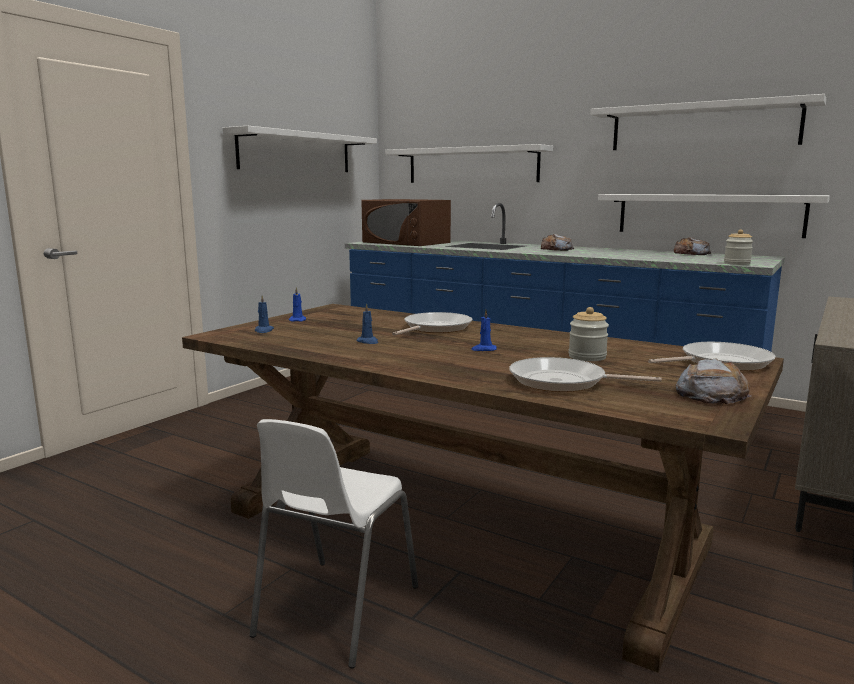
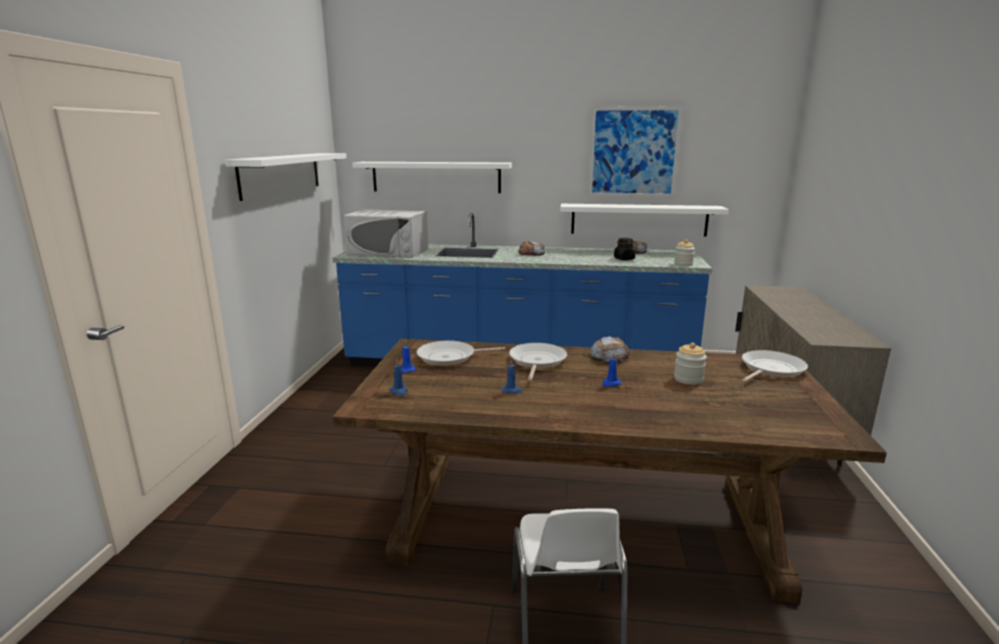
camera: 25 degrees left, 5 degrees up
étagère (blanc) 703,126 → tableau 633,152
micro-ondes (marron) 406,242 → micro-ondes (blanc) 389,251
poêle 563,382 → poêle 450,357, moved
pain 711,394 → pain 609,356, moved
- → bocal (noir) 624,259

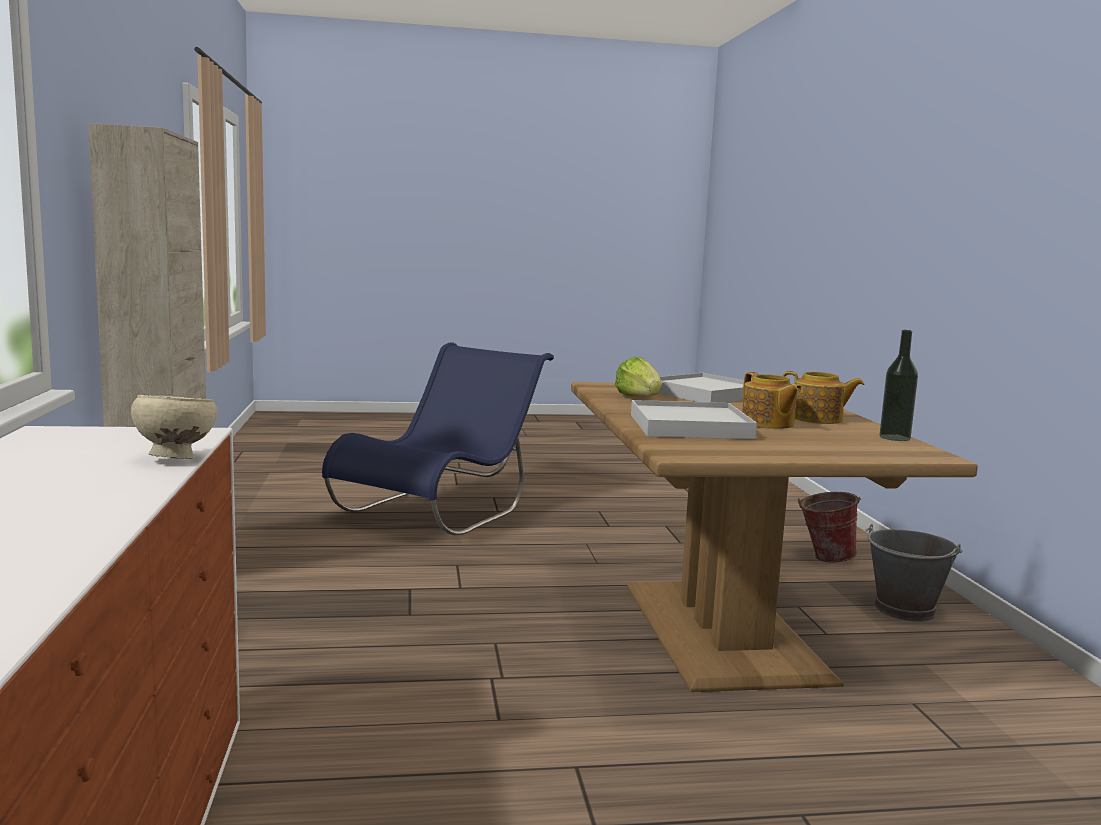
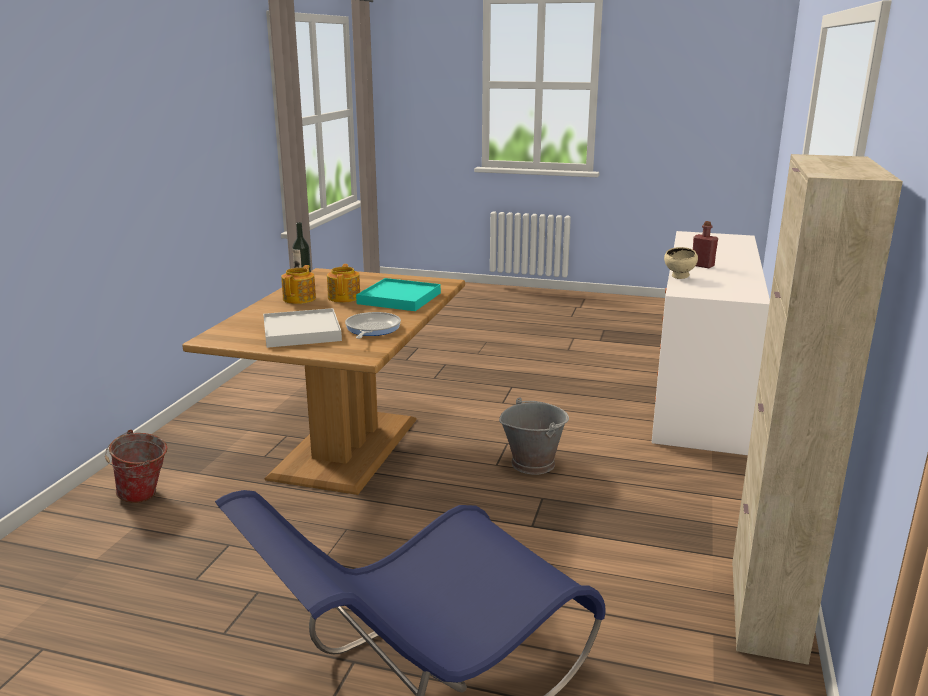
camera: 155 degrees left, 10 degrees up
laitue 639,399 → poêle 371,329
théière 818,419 → théière 300,298, 60 degrees clockwise
plateau (blanc) 689,426 → plateau (turquoise) 399,298
seau (gris) 905,610 → seau (gris) 533,463, moved
- → bouteille (rouge) 702,266

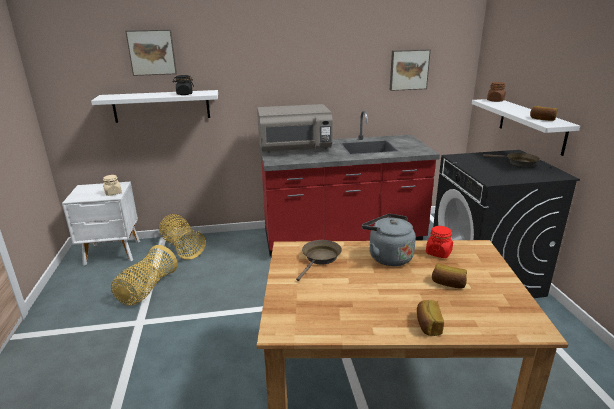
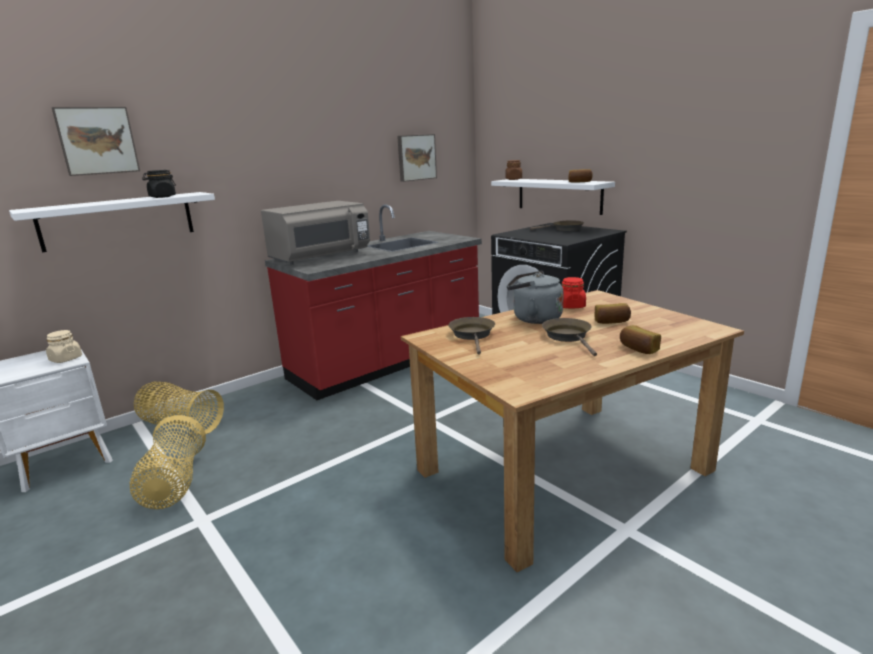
camera: 30 degrees left, 5 degrees down
- → poêle (marron) 568,337

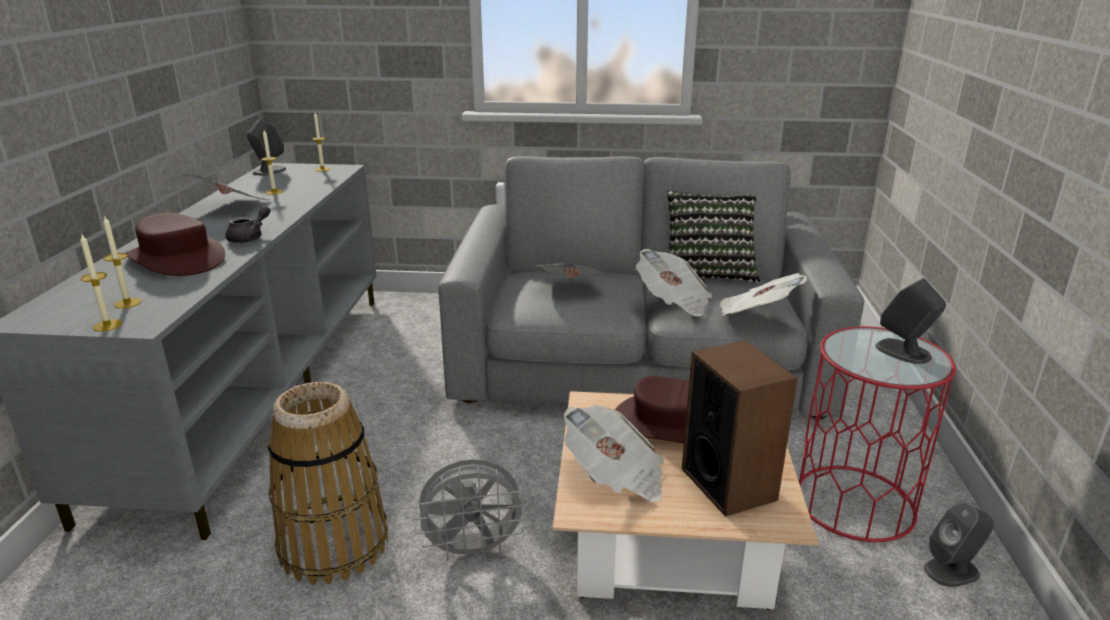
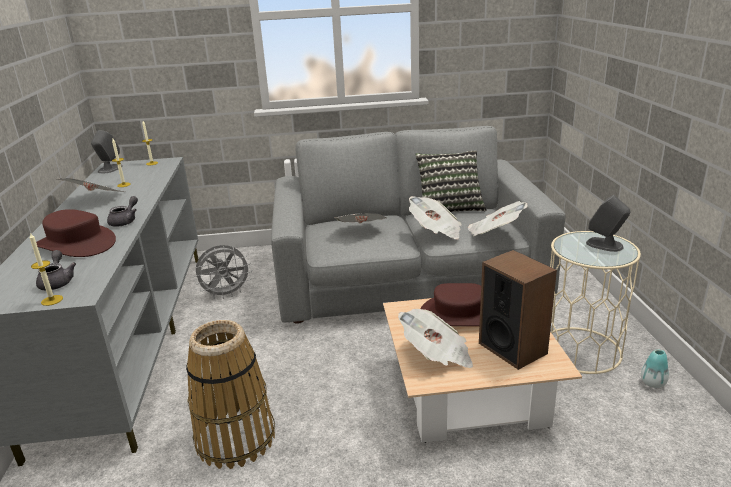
camera: 10 degrees left, 0 degrees up
bougie 127,303 → théière (gris) 57,282
table d'appoint (rouge) 855,502 → table d'appoint (beige) 581,350
ventilateur (gris) 473,550 → ventilateur (gris) 226,294, moved
enceinte (gris) 952,570 → vase 652,383

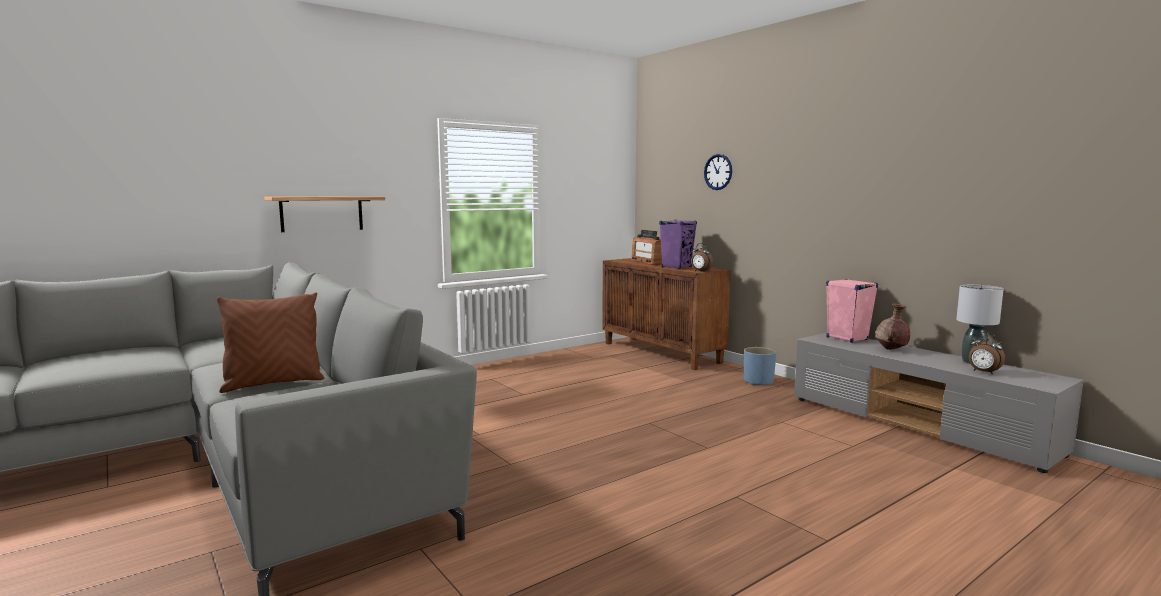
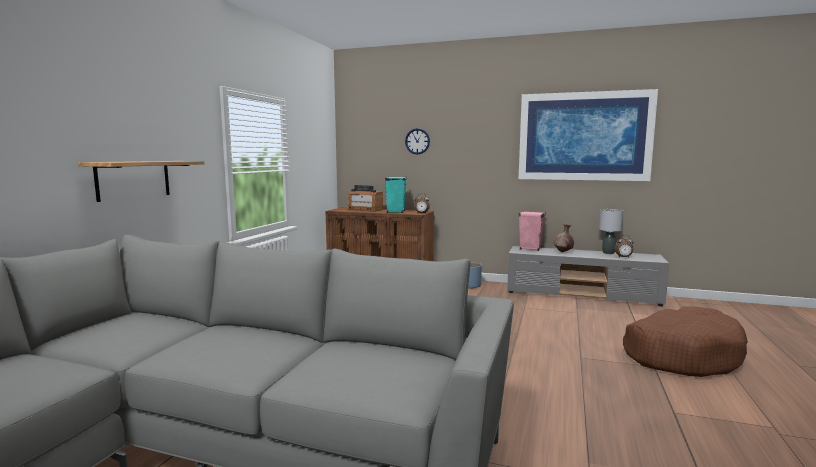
camera: 35 degrees left, 0 degrees up
enceinte (violet) 676,267 → enceinte (turquoise) 395,212
coussin (marron) 273,383 → -
- → tableau 584,136
- → panier pour chien (marron) 681,355

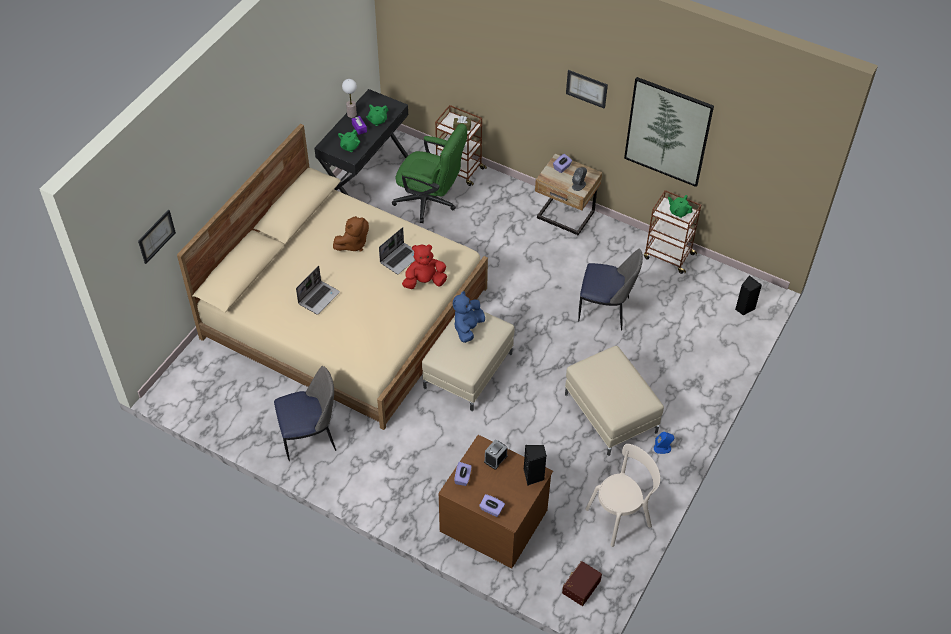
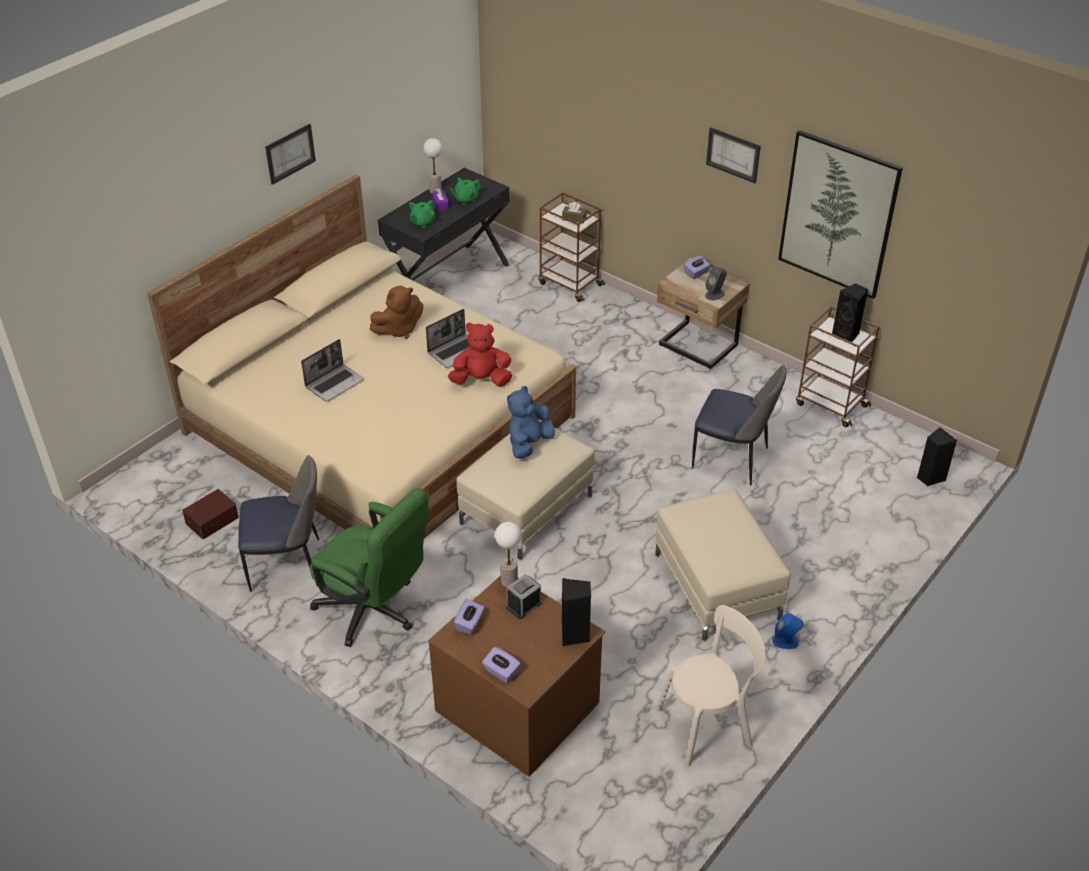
camera: 10 degrees right, 10 degrees down
chaise de bureau (vert) 430,202 → chaise de bureau (vert) 374,612, moved
théière (vert) 678,212 → enceinte (noir) 847,335
tableau 156,236 → tableau 290,153, moved
boîte de rangement (marron) 580,586 → boîte de rangement (marron) 211,520, moved
- → lampe de table 509,581

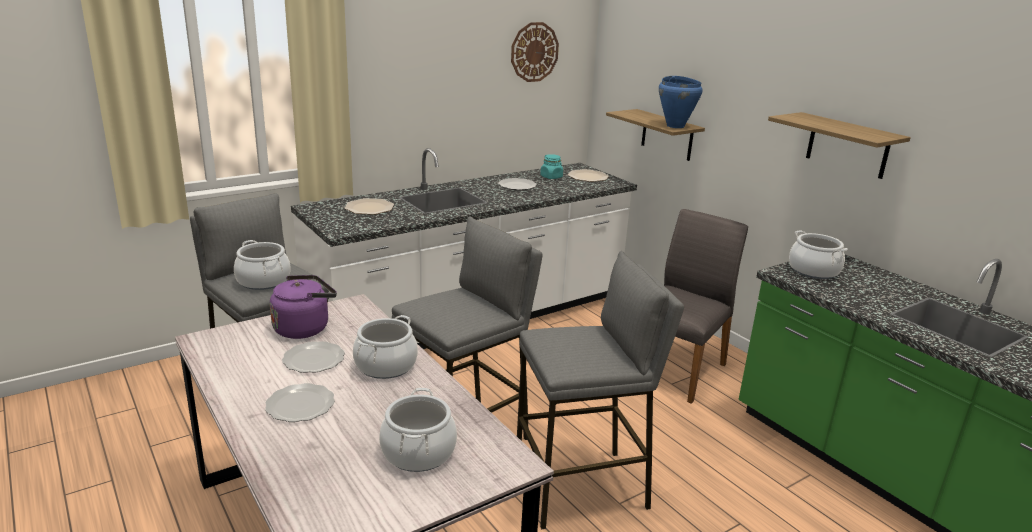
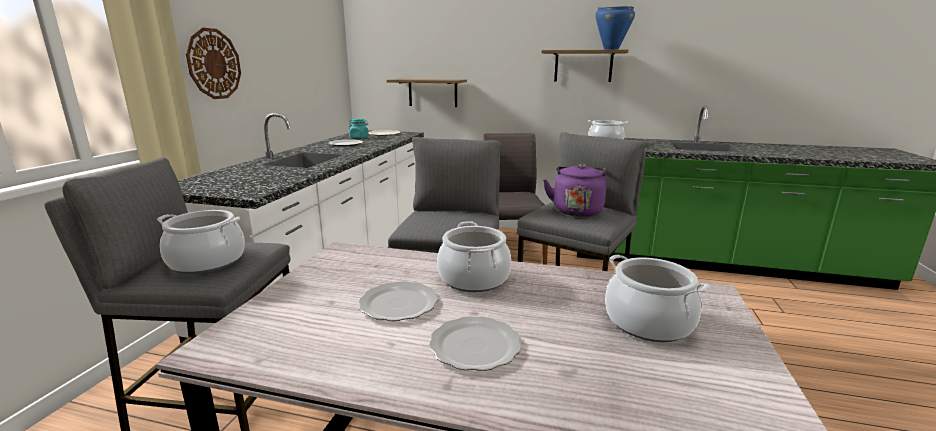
camera: 40 degrees left, 5 degrees down
horloge murale 534,52 → horloge murale 214,64, moved
marmite (bleu) 675,126 → marmite (bleu) 611,49, moved
assiette 369,208 → -
bouilloire (violet) 304,328 → bouilloire (violet) 576,210, moved

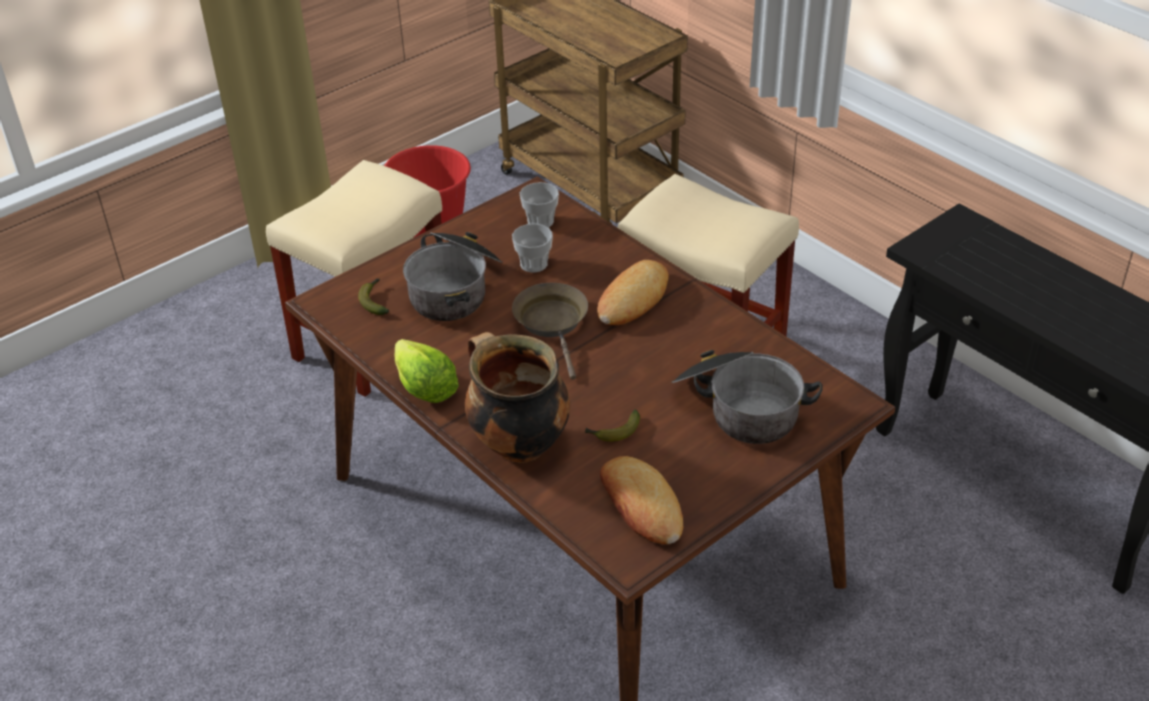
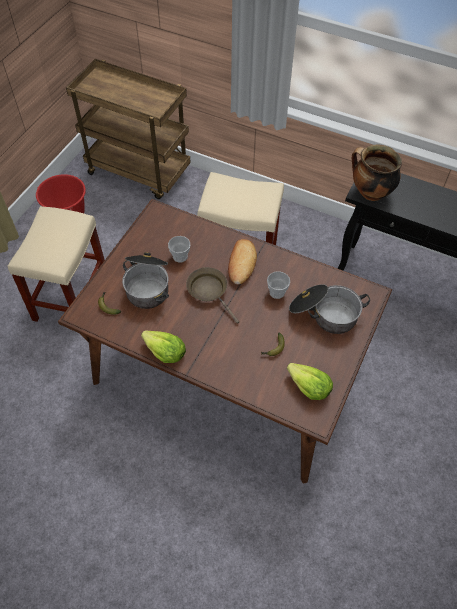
camera: 25 degrees left, 15 degrees up
tasse 540,221 → tasse 277,292, moved
marmite 517,443 → marmite 370,193, moved
pain 641,506 → laitue 308,387

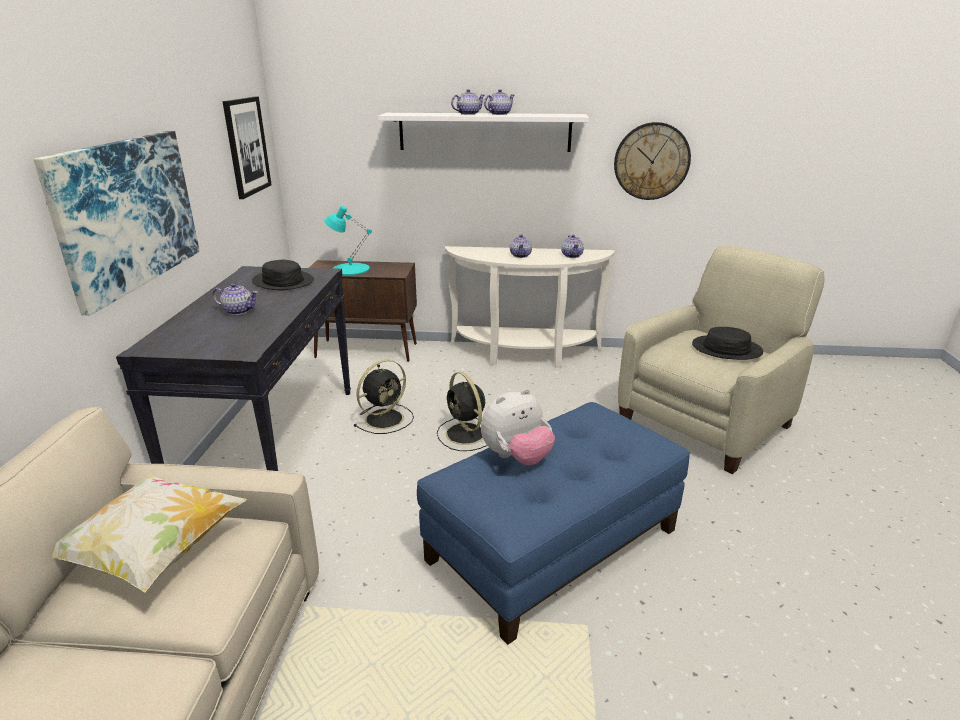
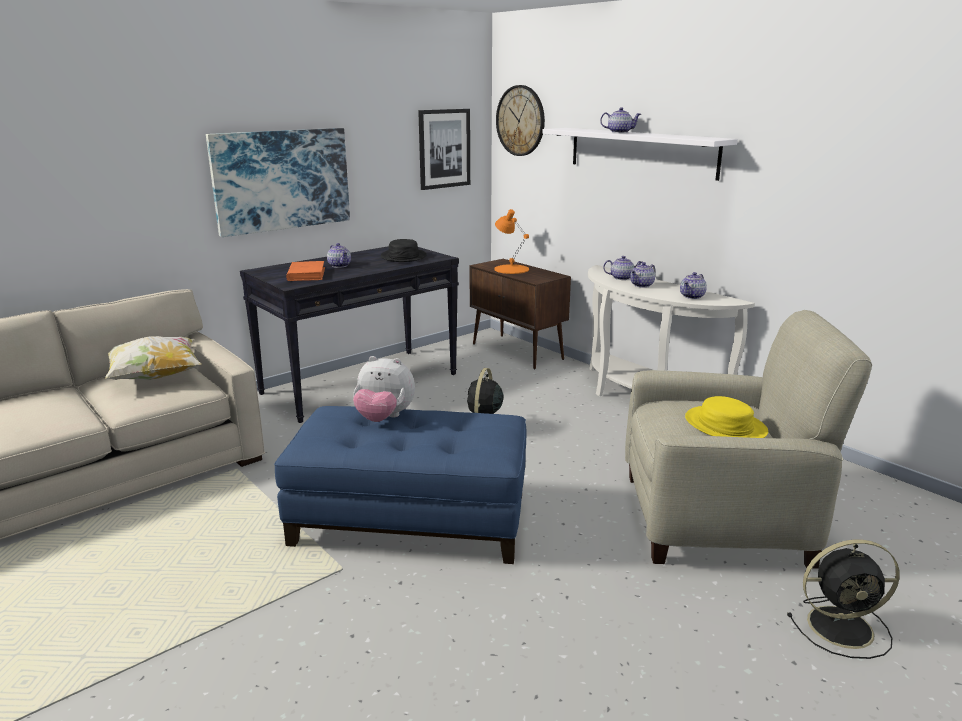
camera: 45 degrees right, 5 degrees down
théière 499,114 → théière 621,278, moved
horloge murale 651,161 → horloge murale 520,121, moved
lampe de table (turquoise) 350,269 → lampe de table (orange) 511,269
chapeau (noir) 726,349 → chapeau (jaune) 725,426
ventilateur (noir) 386,418 → ventilateur (noir) 843,627, moved
- → livre (orange) 306,274

